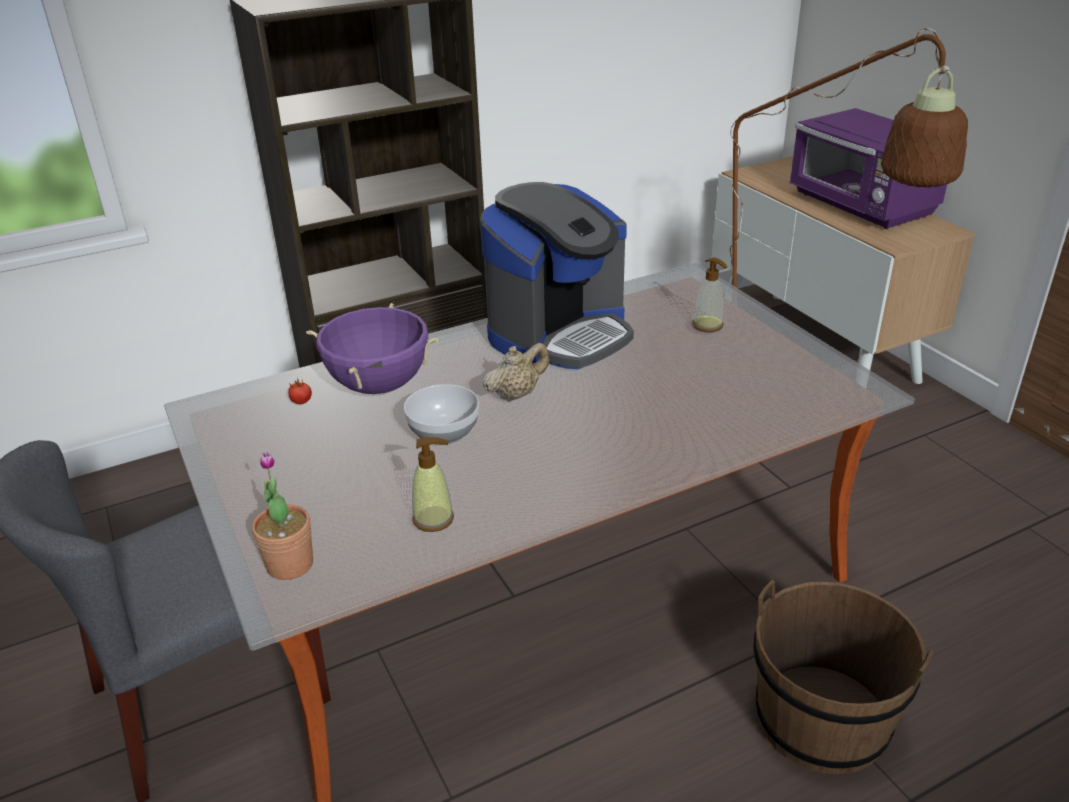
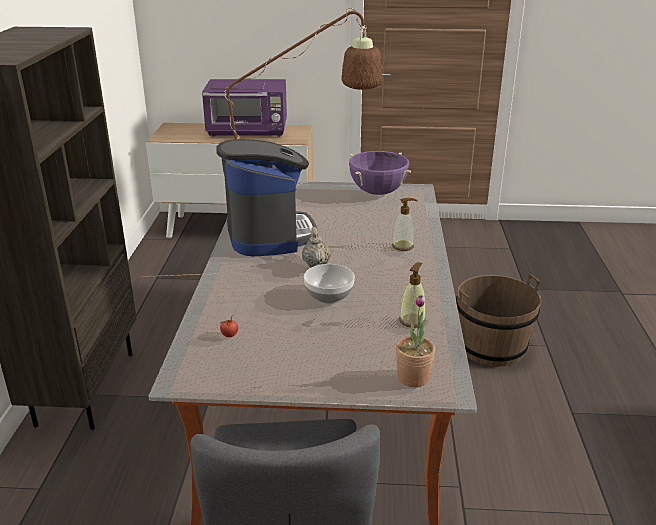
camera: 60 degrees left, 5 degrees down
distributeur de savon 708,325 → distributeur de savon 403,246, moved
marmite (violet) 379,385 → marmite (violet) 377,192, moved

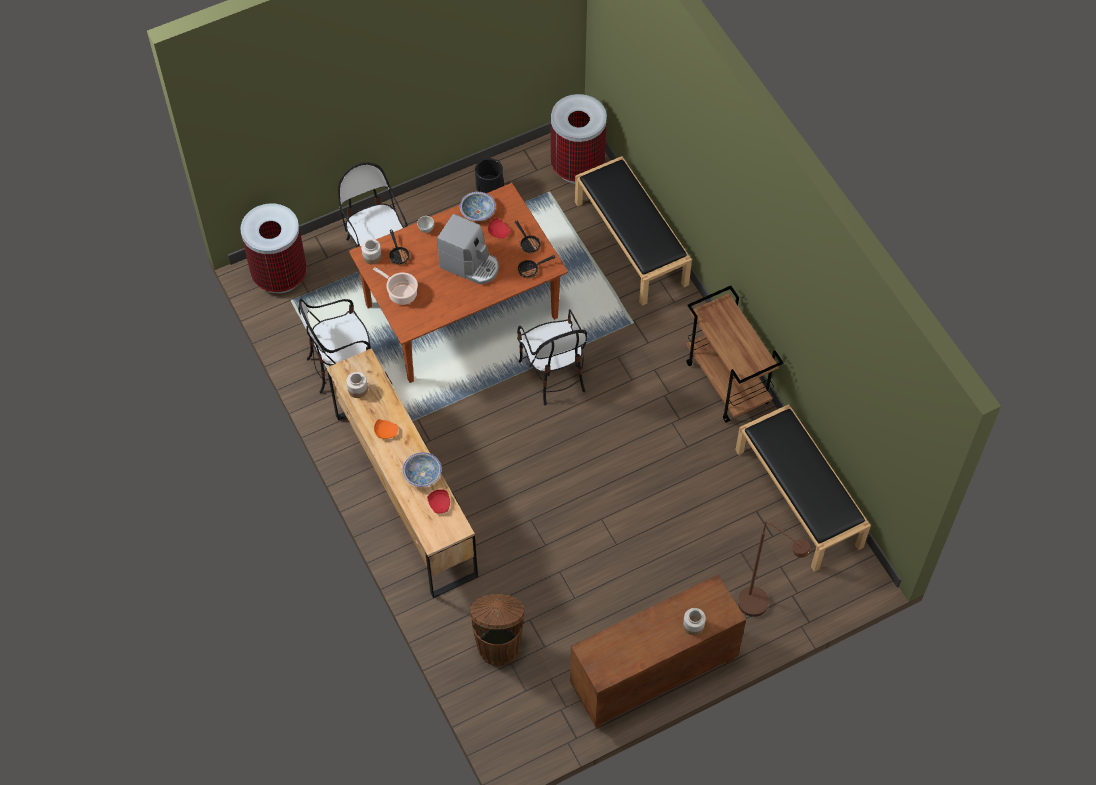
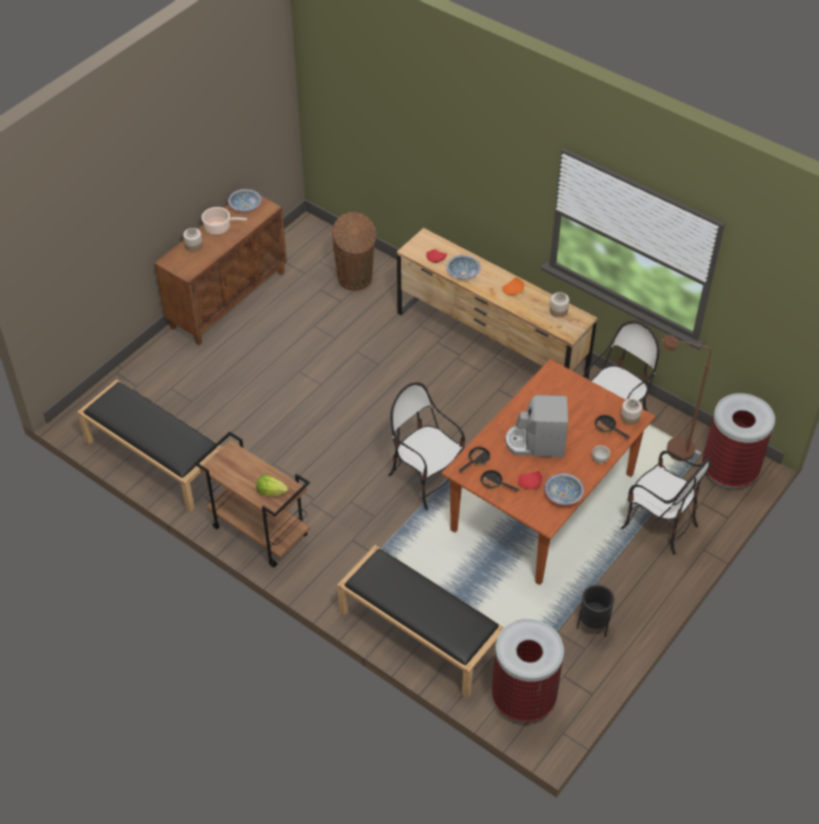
camera: 155 degrees right, 10 degrees down
marmite 401,293 → marmite 219,228, moved
lampadaire (marron) 760,607 → lampadaire (marron) 672,449, moved
- → bol 245,206
- → laitue 271,491

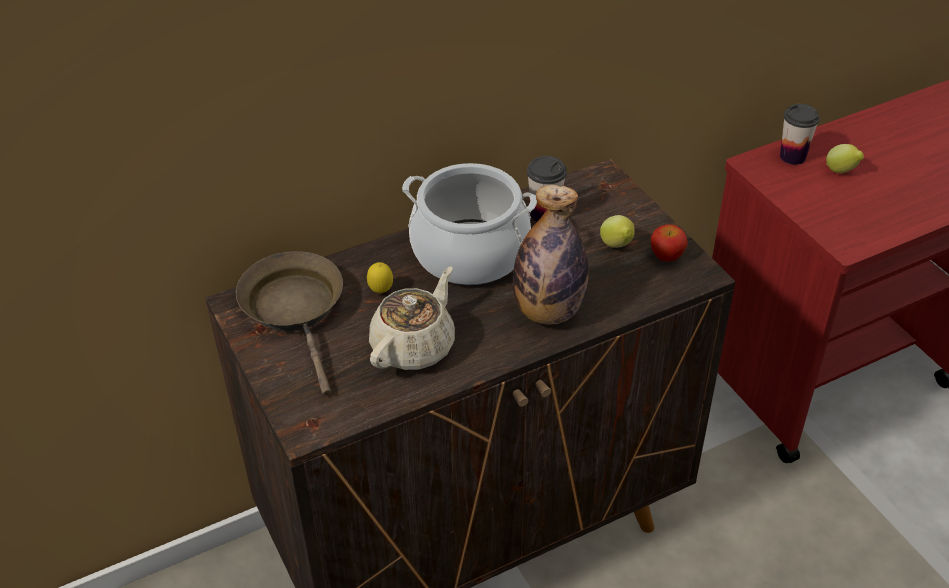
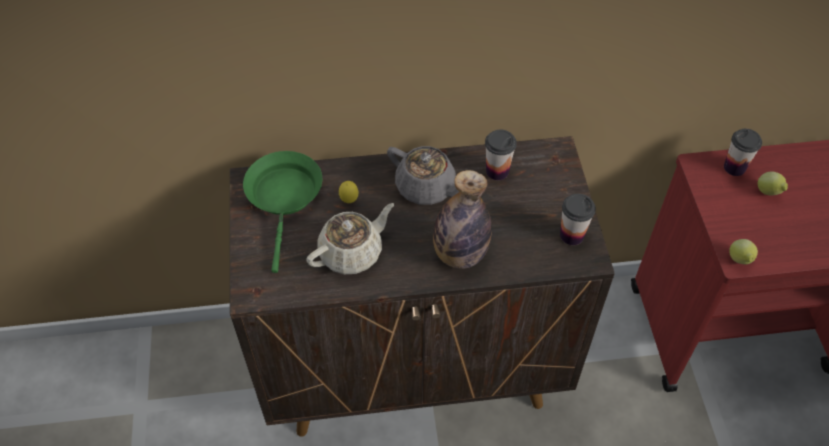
camera: 20 degrees right, 10 degrees up
marmite 470,253 → théière (gris) 426,188
citron 617,246 → citron 739,260, moved
pomme 666,256 → tasse 571,235
poêle (marron) 296,310 → poêle (vert) 284,198

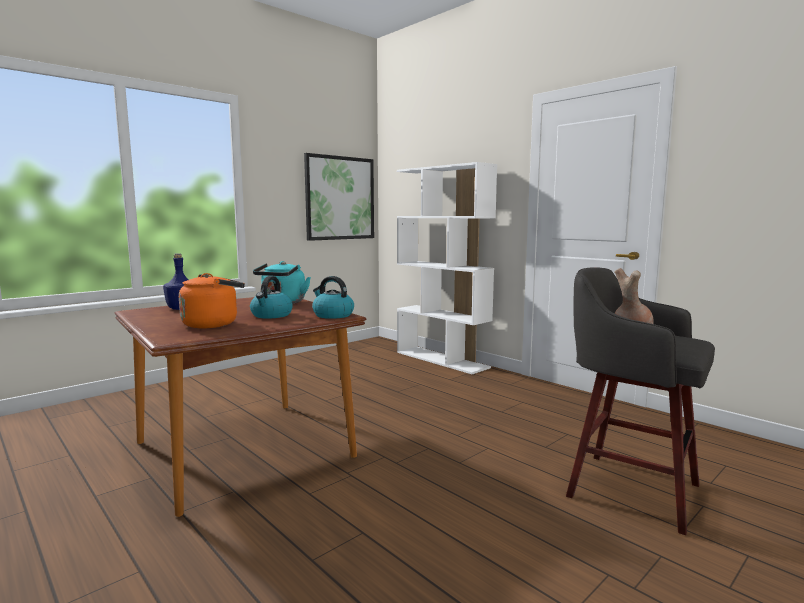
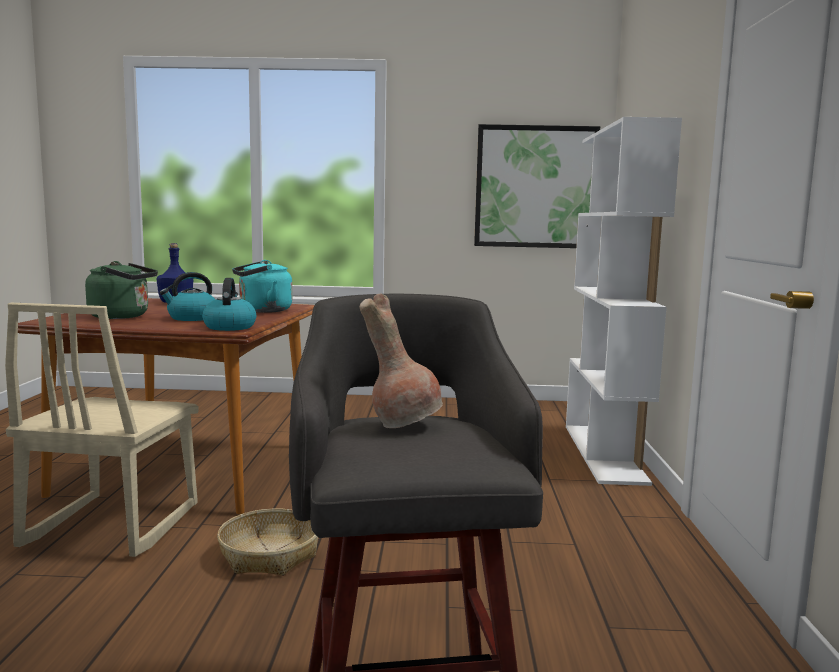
camera: 45 degrees right, 0 degrees up
bouilloire (orange) 213,324 → bouilloire (vert) 123,316
- → chaise (beige) 111,525
- → panier 269,554

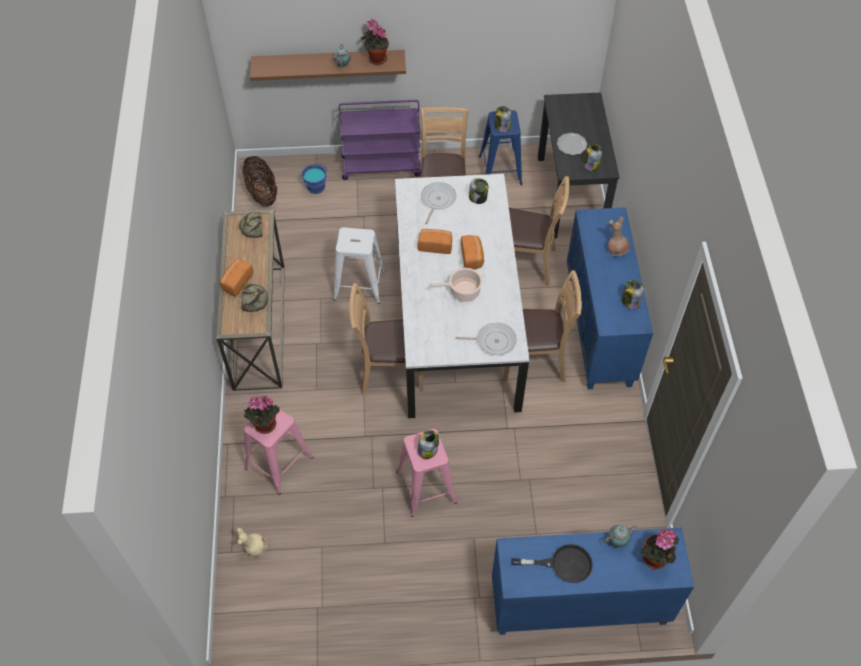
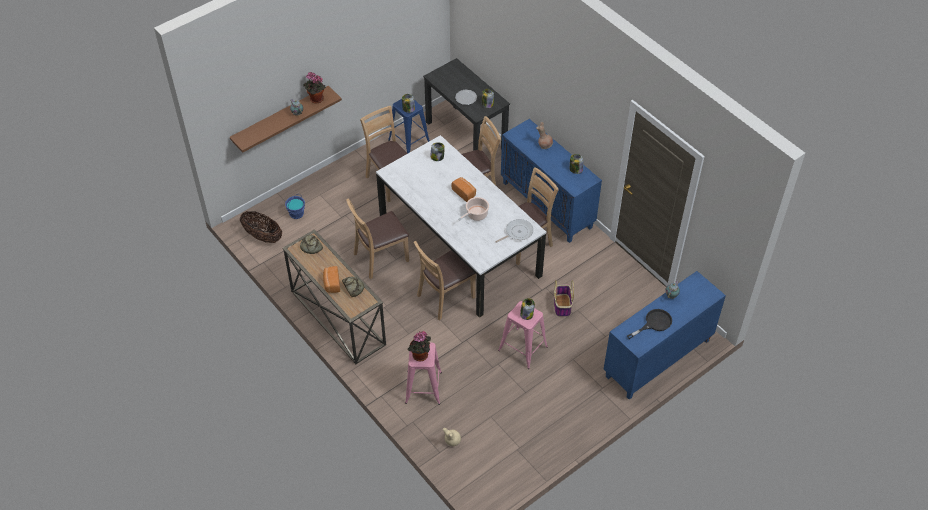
camera: 35 degrees left, 5 degrees down
chariot (violet) 382,166 → -
poêle 437,200 → -
tabouret (blanc) 359,285 → chaise (marron) 380,258
pain 435,245 → -
plante en pot 655,561 → -
- → panier 562,305

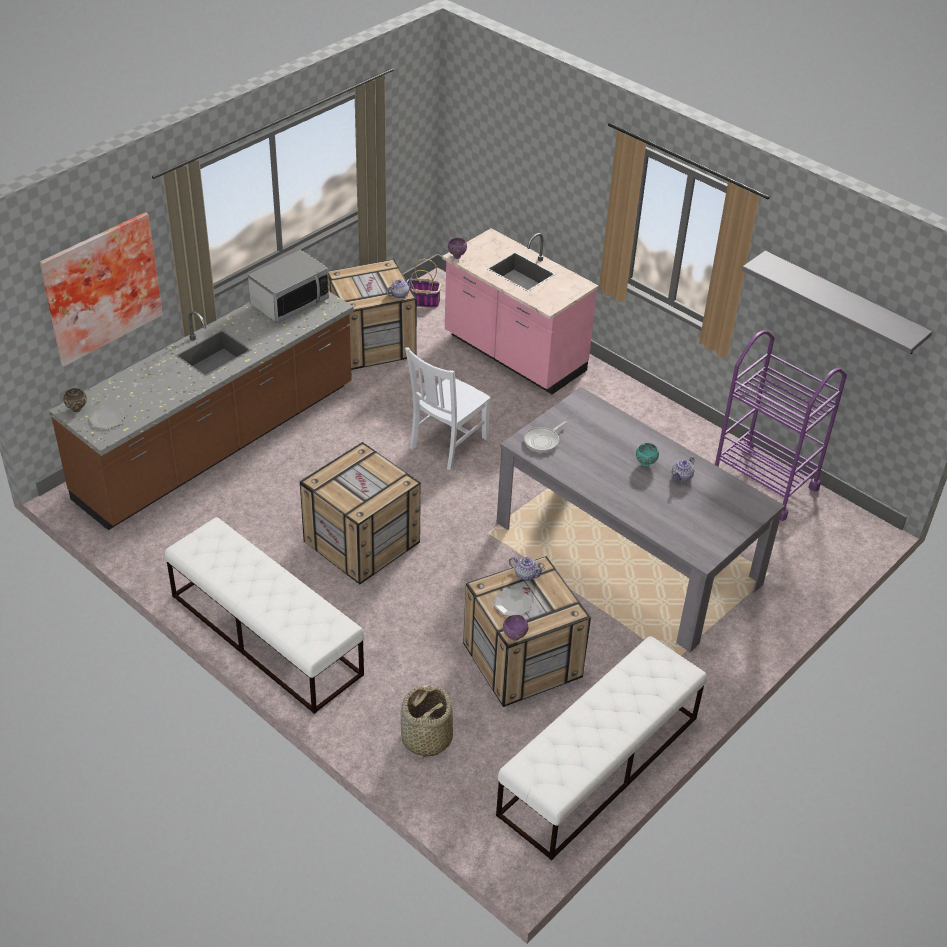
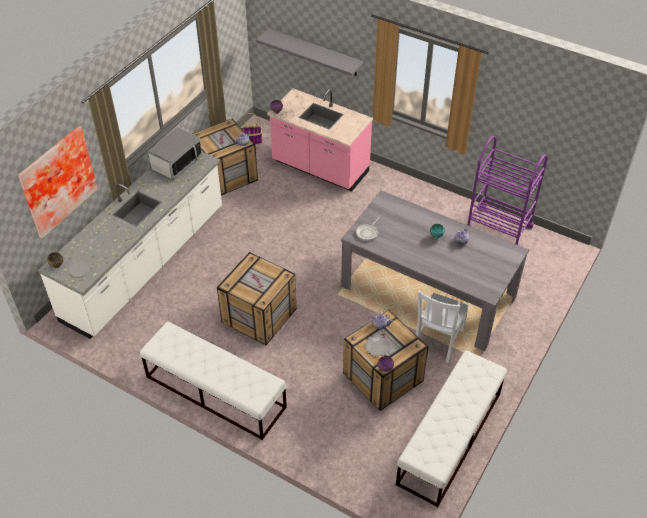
camera: 10 degrees left, 5 degrees up
étagère (gris) 842,303 → étagère (gris) 315,52, moved
comptoir de cuisine (marron) 219,443 → comptoir de cuisine (blanc) 146,264
chaise (blanc) 447,444 → chaise (blanc) 437,341, moved
panier 426,738 → -

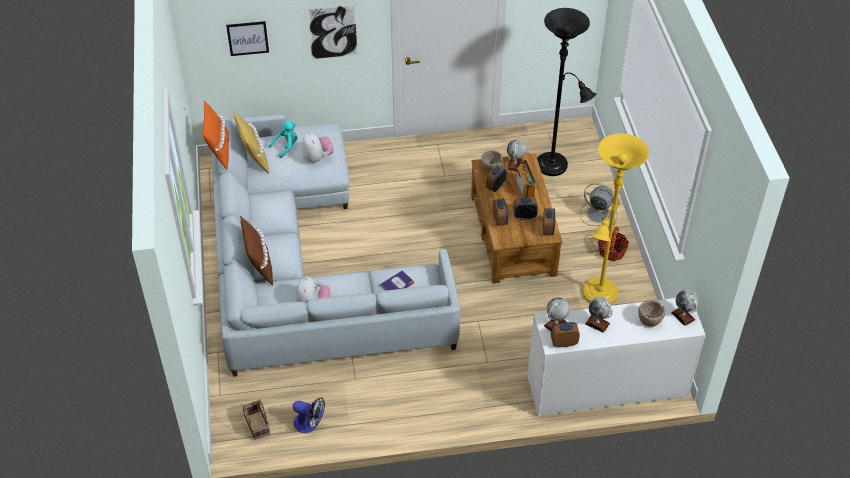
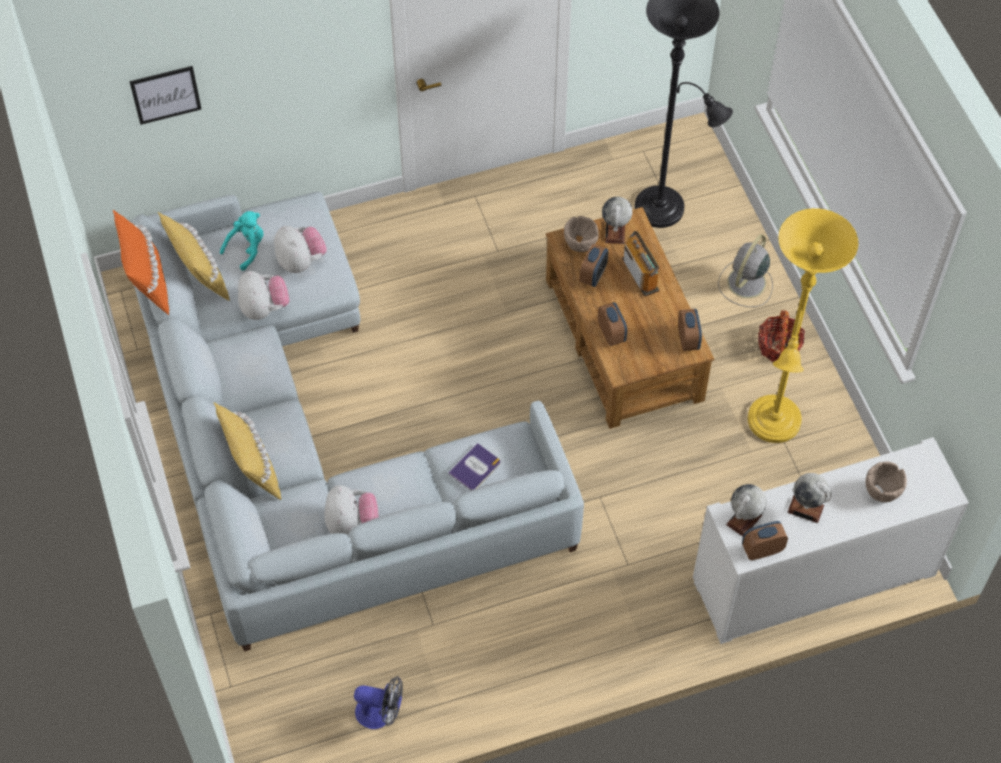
camera: 10 degrees left, 10 degrees up
tableau 333,32 → -
ventilateur (gris) 597,214 → ventilateur (gris) 745,284, 75 degrees counterclockwise
réveil 524,216 → -
coussin (marron) 259,267 → coussin (jaune) 252,470
globe 683,316 → -
panier 256,425 → -
- → peluche 264,308

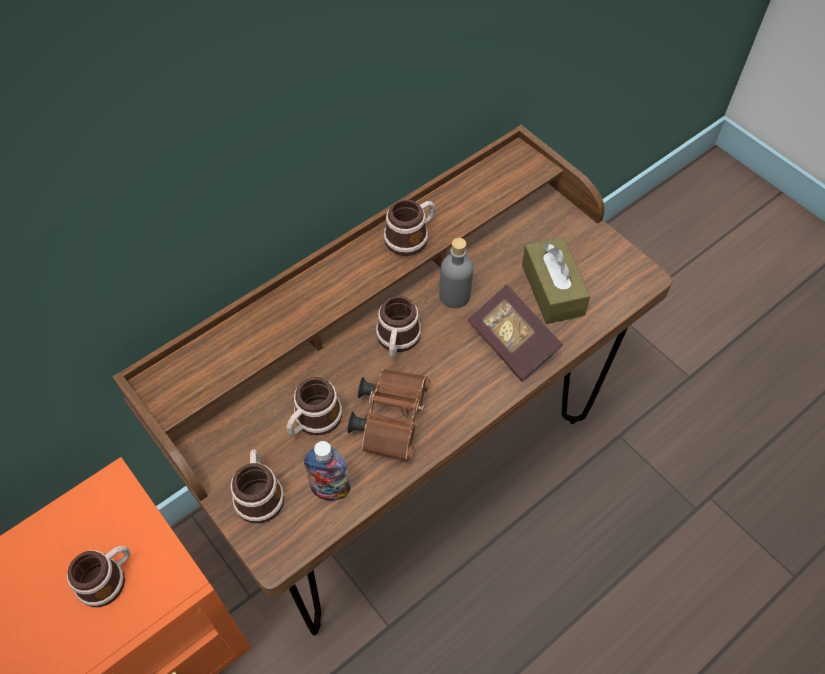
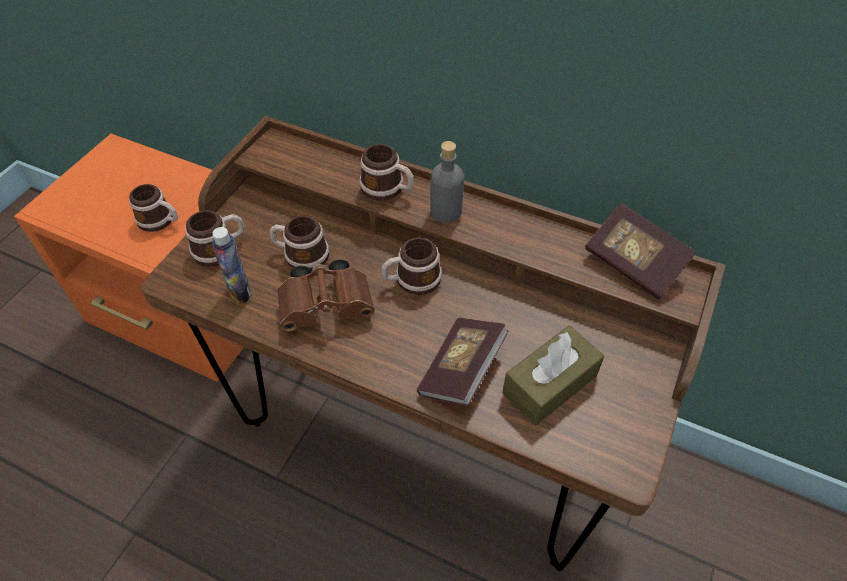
camera: 65 degrees right, 5 degrees down
mug 411,237 → mug 387,189, moved
bouteille (gris) 454,295 → bouteille (gris) 446,211, moved
- → livre 634,264

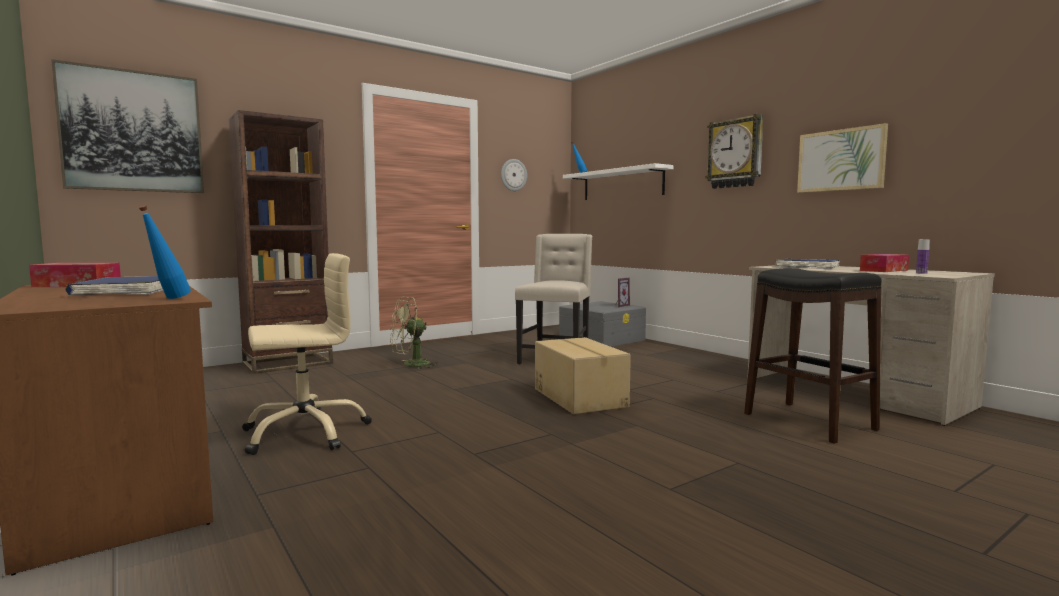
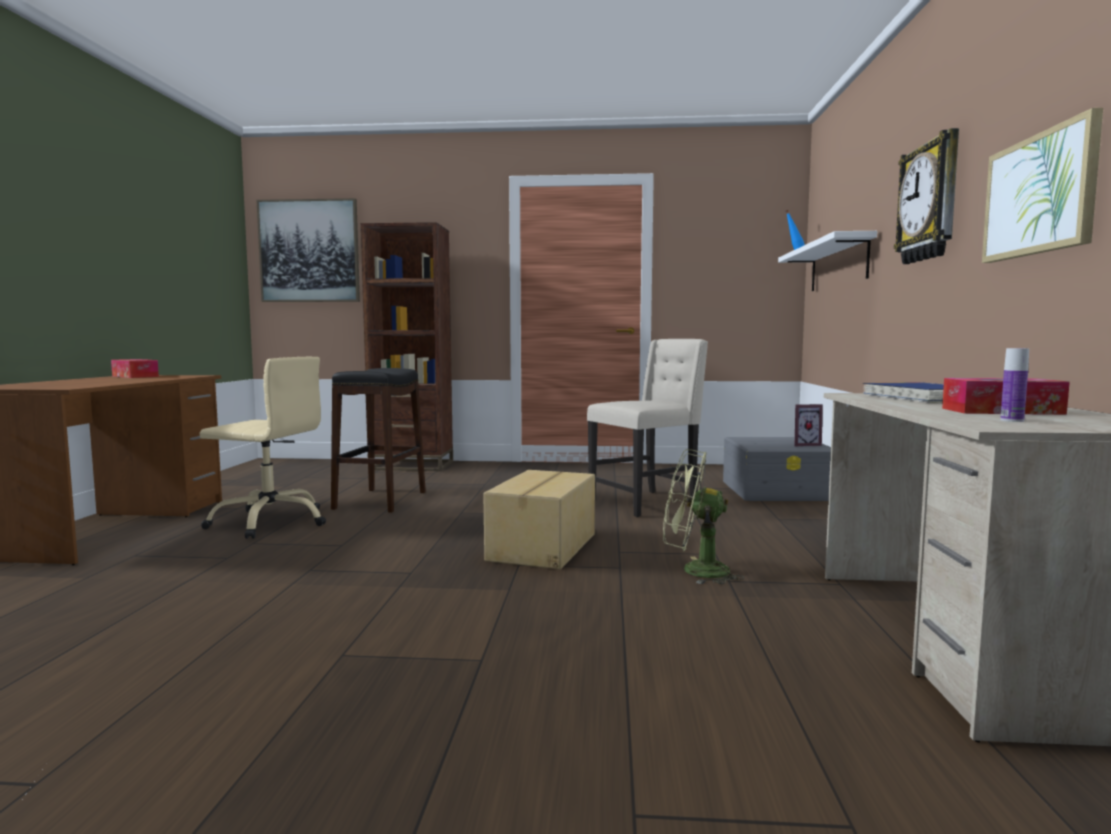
camera: 40 degrees right, 0 degrees up
horloge murale 513,175 → -
bouteille (bleu) 167,299 → -
tabouret (noir) 808,421 → tabouret (noir) 380,500, moved
livre (bleu) 126,291 → -
ventilateur (vert) 410,365 → ventilateur (vert) 695,571, moved

